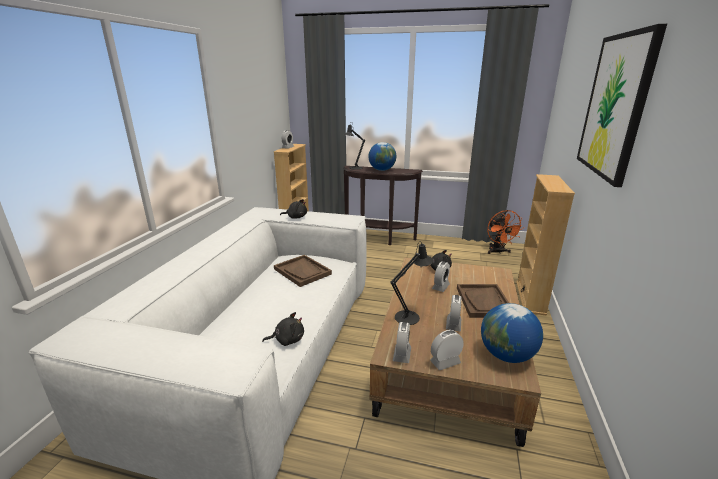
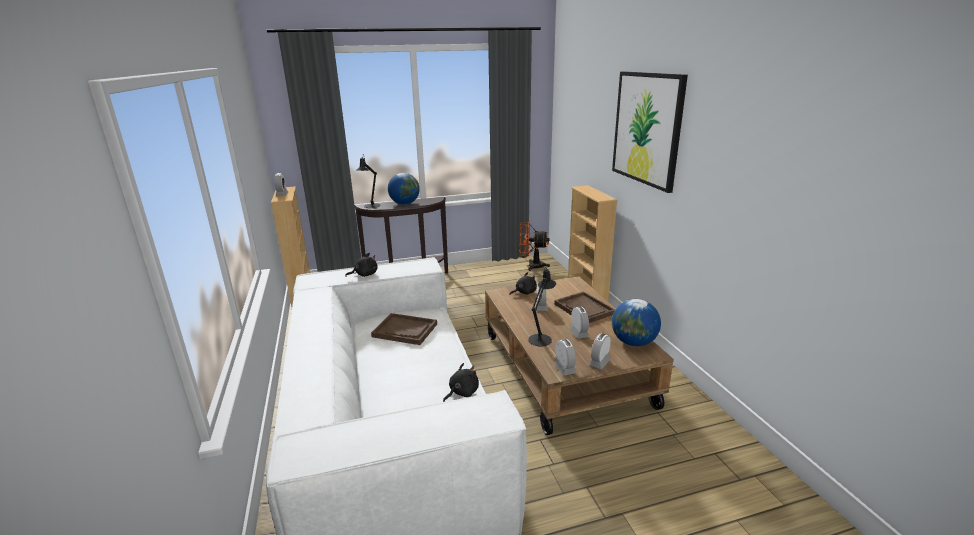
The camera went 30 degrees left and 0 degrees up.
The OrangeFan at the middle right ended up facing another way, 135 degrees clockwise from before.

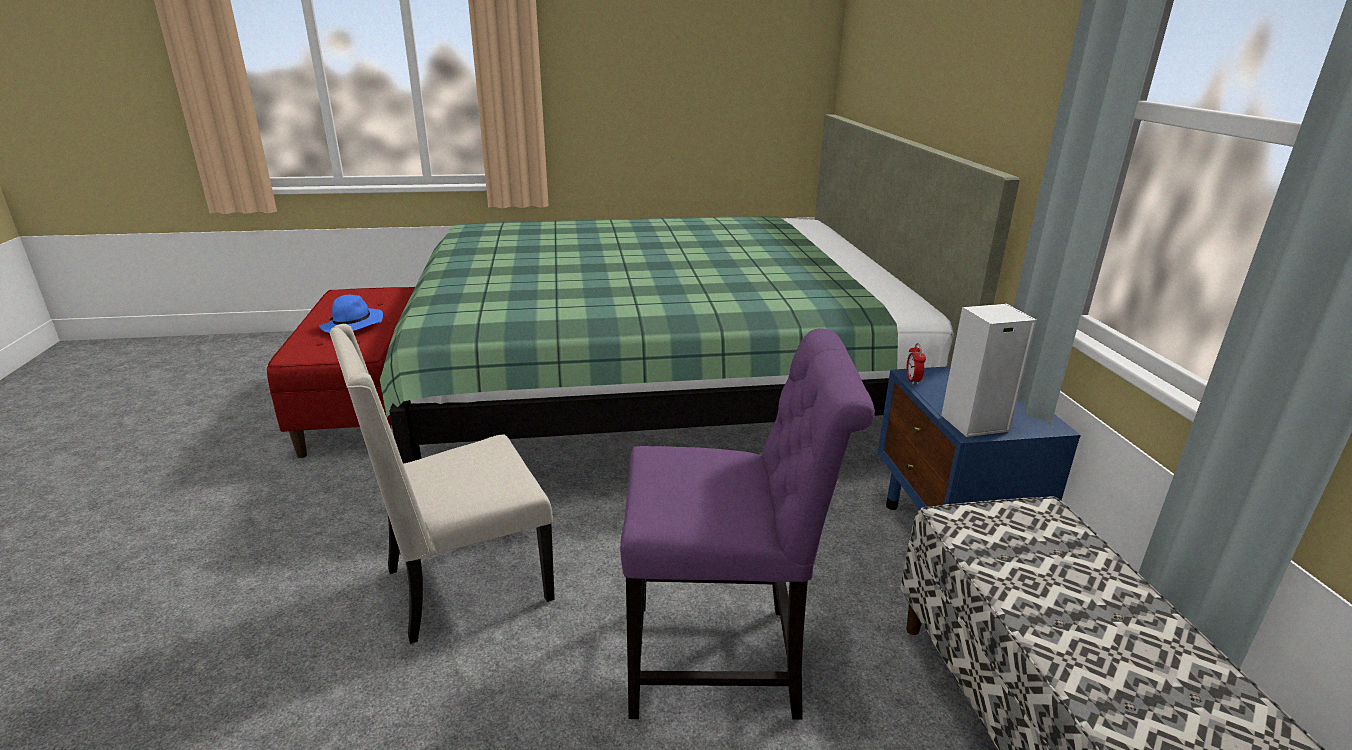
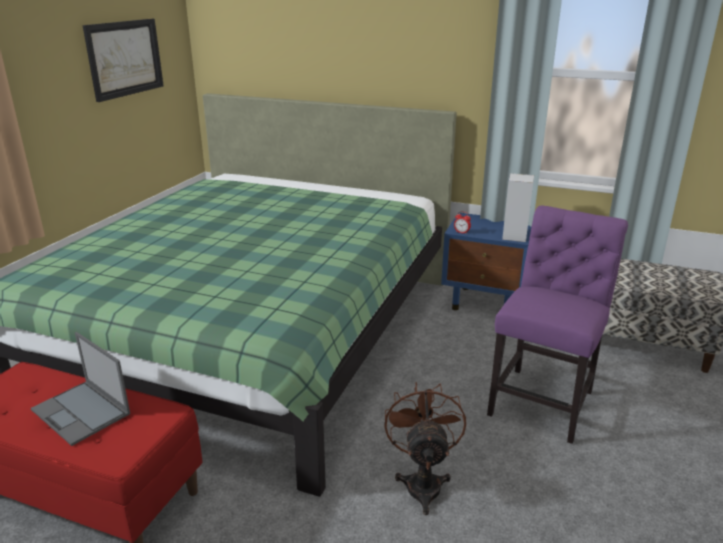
The camera went 60 degrees left and 0 degrees up.
Where the BlueHat stood at the middle left, the Laptop came to stand at the bottom left.
Where the BeigeChair stood at the middle left, the BrownFan came to stand at the bottom centre.
The second view gained the Picture at the top left.

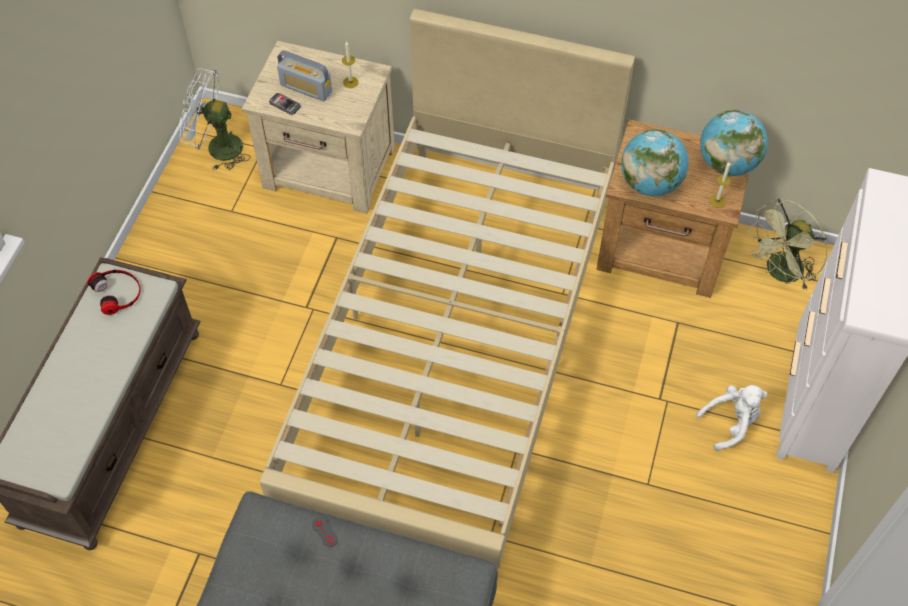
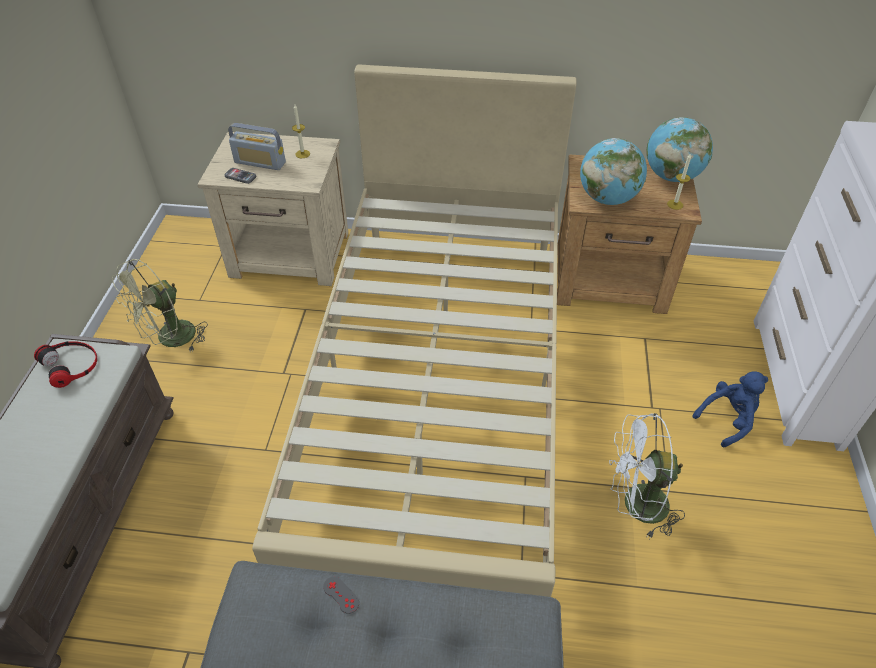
The camera went 10 degrees left and 10 degrees down.
The WhiteFan ended up elsewhere, having gone from the top left to the bottom right.
What was the WhitePlushToy at the bottom right turned into the BluePlushToy at the middle right.
The GreenFan ended up elsewhere, having gone from the middle right to the middle left.

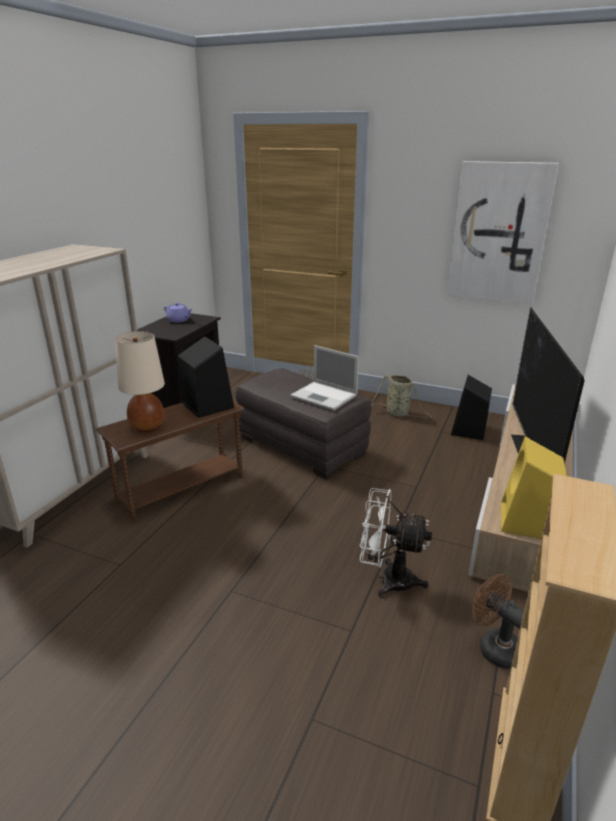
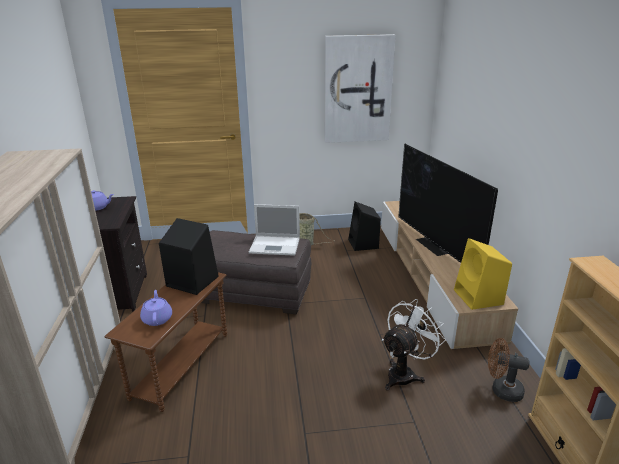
The camera went 30 degrees left and 0 degrees up.
Where the BeigeTableLamp stood at the middle left, the PurpleTeapot (2nd from left) came to stand at the middle left.
The WhiteFan at the centre ended up facing another way, 150 degrees clockwise from before.

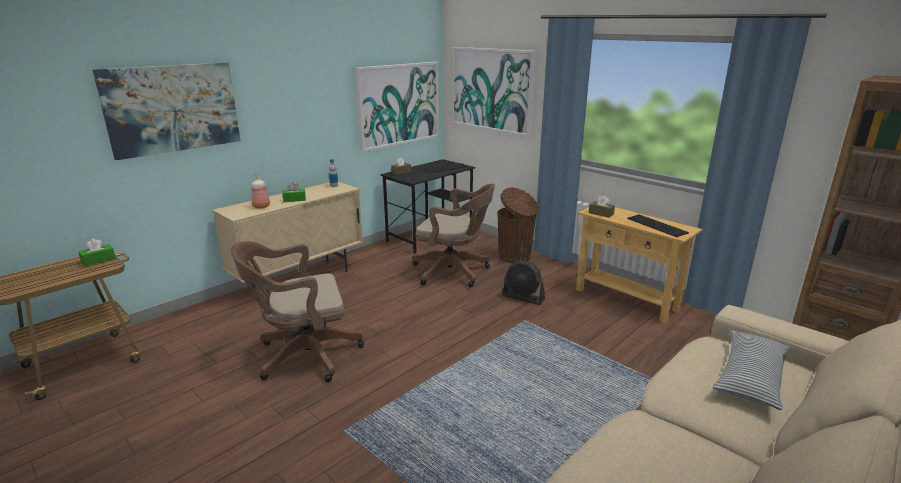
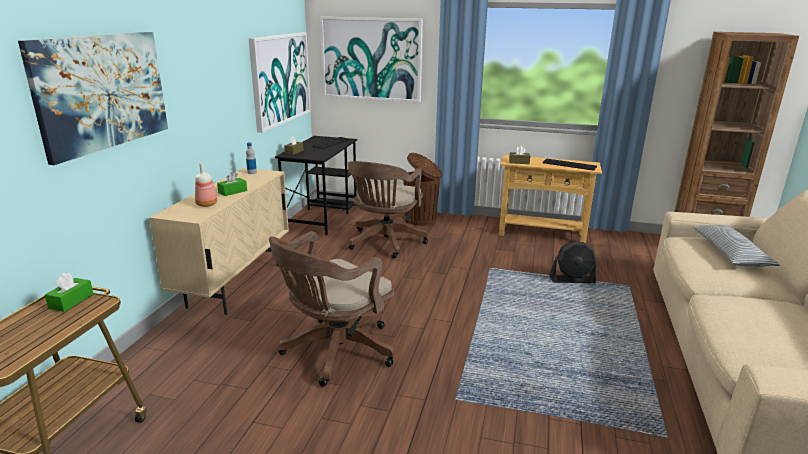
The camera went 30 degrees left and 0 degrees up.
The BrownOfficeChair (2nd from left) at the centre ended up facing another way, 120 degrees clockwise from before.
The BlackFan ended up elsewhere, having gone from the centre to the middle right.

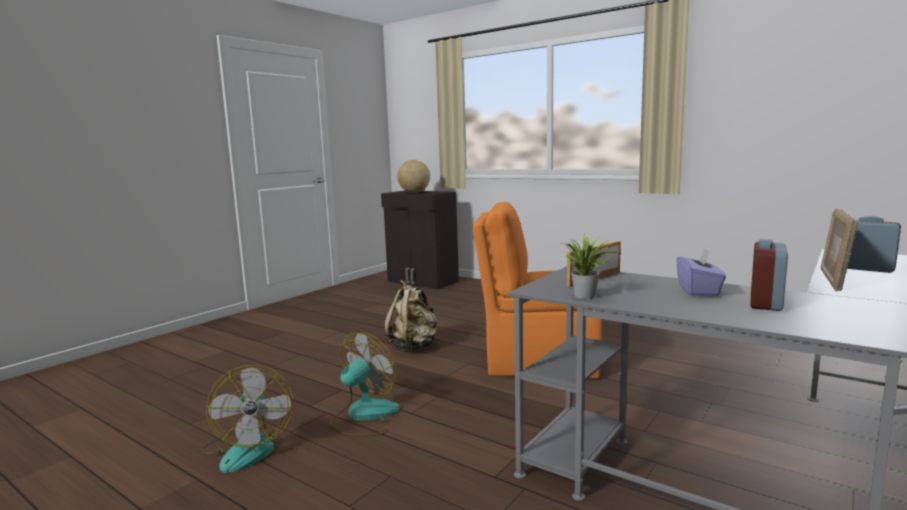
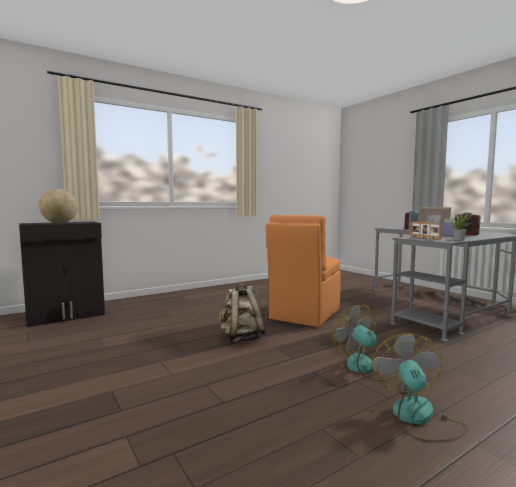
The camera went 70 degrees left and 5 degrees down.
The Fan (1st from left in the first image) at the bottom left ended up facing another way, 90 degrees counterclockwise from before.

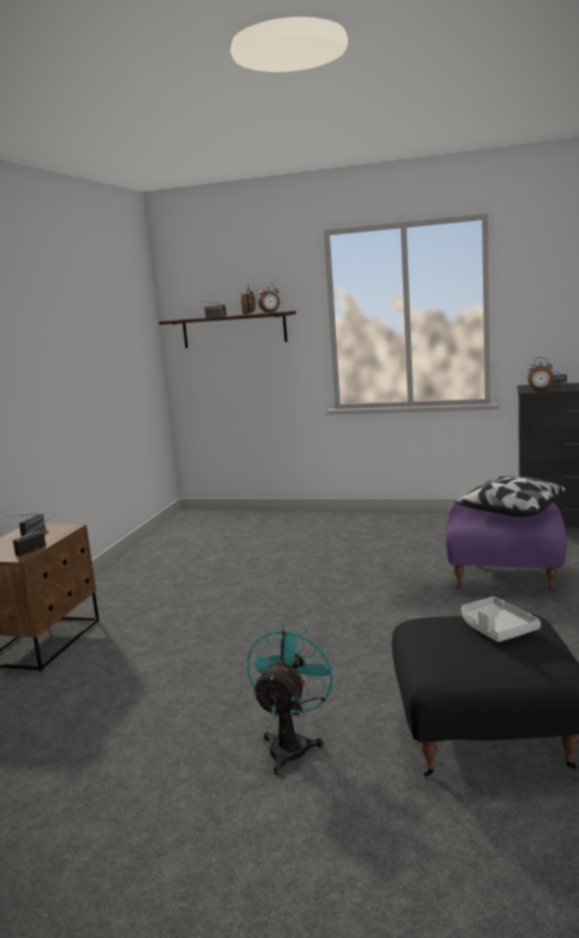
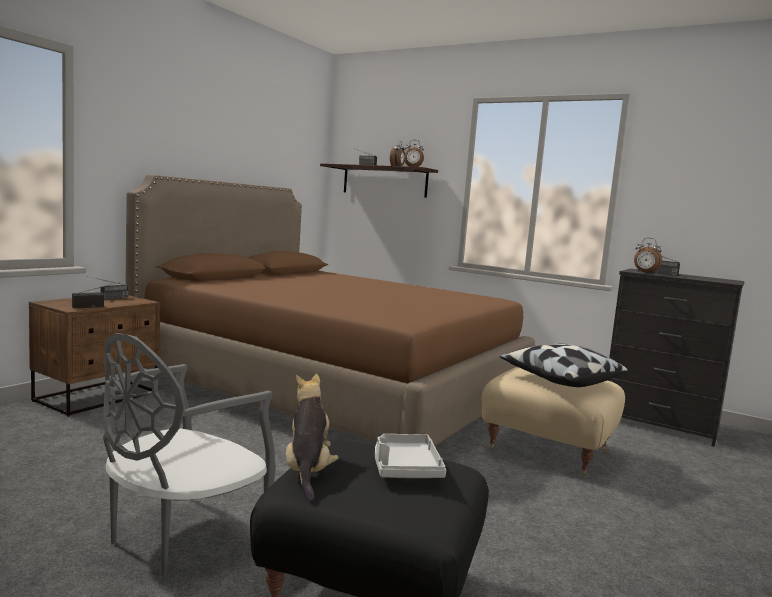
The camera went 15 degrees right and 5 degrees down.
Where the TurquoiseFan stood at the bottom centre, the GreyChair came to stand at the bottom left.
What was the PurpleOttoman at the middle right turned into the BeigeOttoman at the bottom right.
The second view gained the BrownBed at the centre.
The second view gained the PlushToy at the bottom centre.

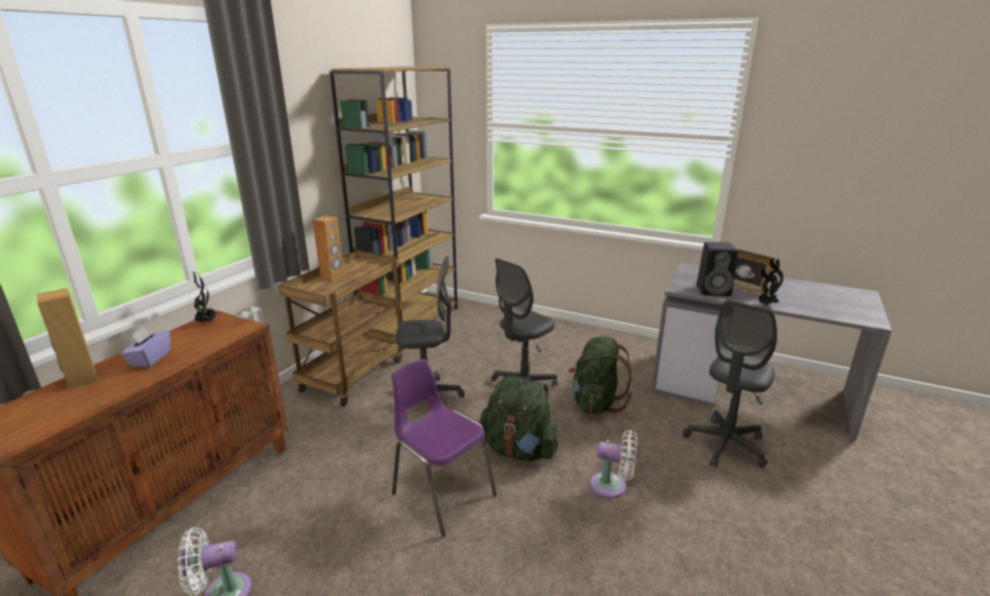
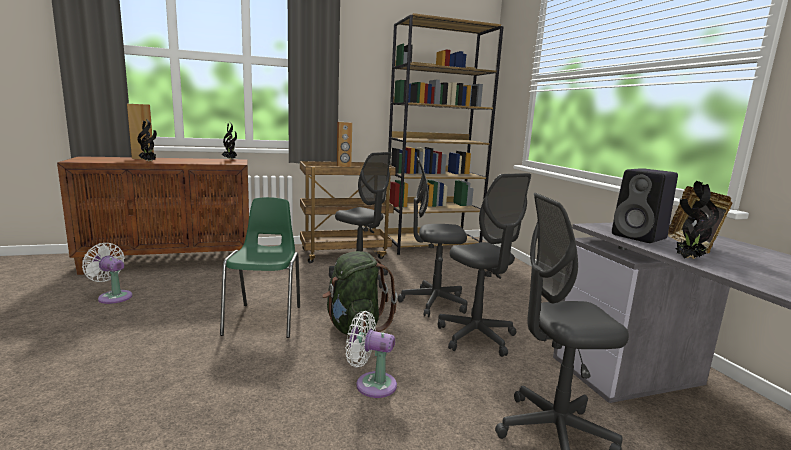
The camera went 45 degrees right and 10 degrees down.
The second view lost the PurpleTissueBox at the middle left.
What was the PurpleChair at the bottom centre turned into the GreenChair at the middle left.
Where the GreenBackpack (2nd from left) stood at the centre, the GreyOfficeChair (3rd from left) came to stand at the centre.
The WhiteFan (2nd from left) at the bottom centre ended up facing another way, 135 degrees clockwise from before.
The second view gained the PottedPlant (1st from left) at the top left.

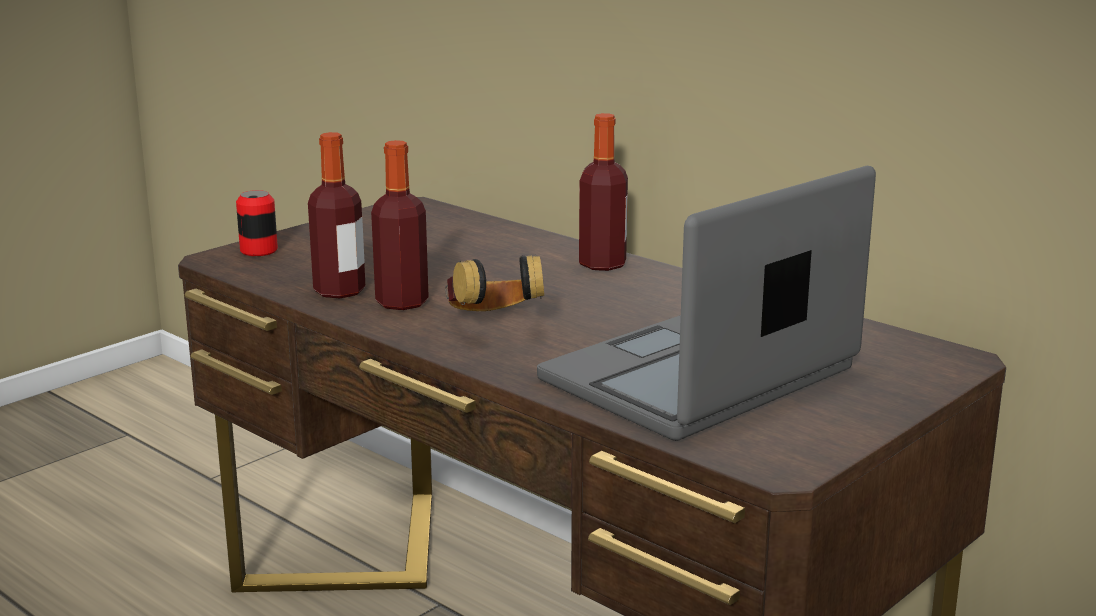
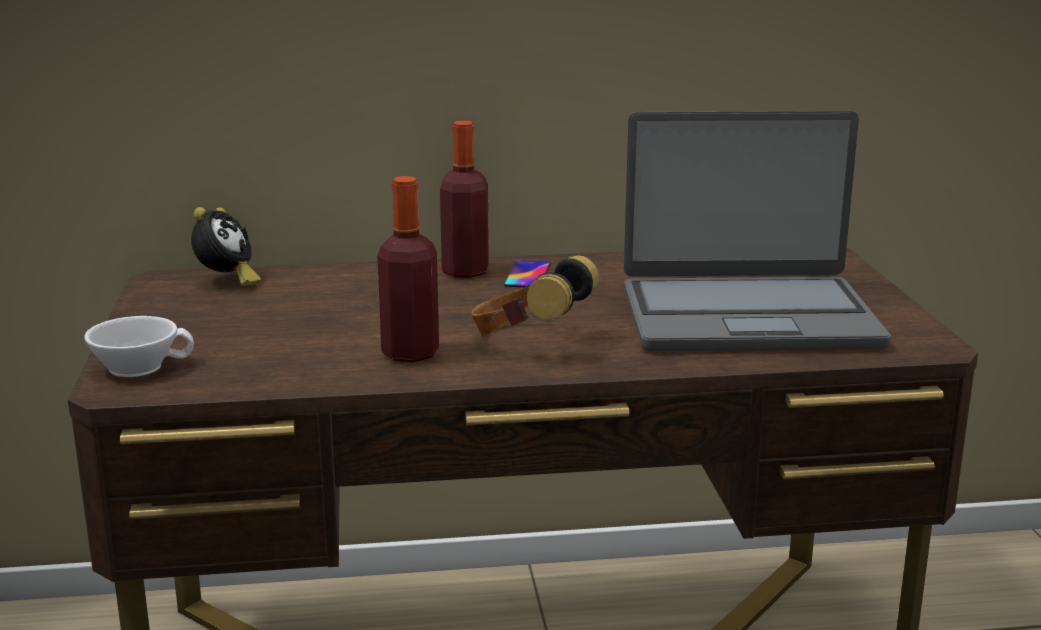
The camera went 50 degrees left and 0 degrees up.
Where the Can stood at the middle left, the WhiteCup came to stand at the middle left.
The second view lost the Bottle (1st from left) at the middle left.
The Laptop at the centre ended up facing another way, 90 degrees counterclockwise from before.
The second view gained the AlarmClock at the middle left.
The second view gained the Phone at the centre.

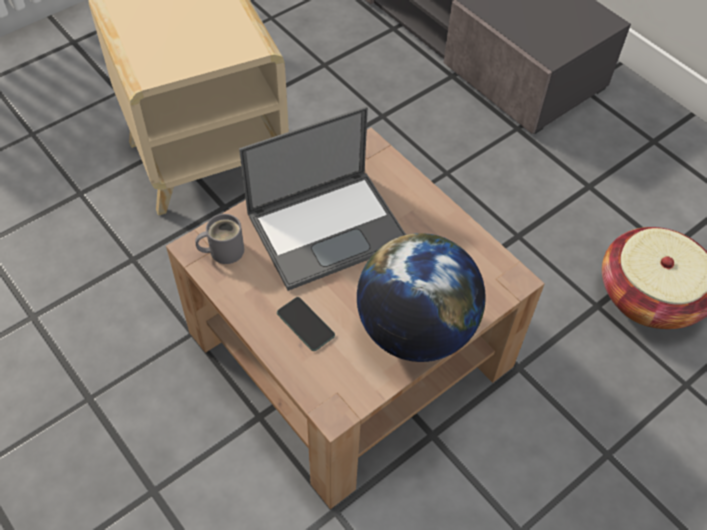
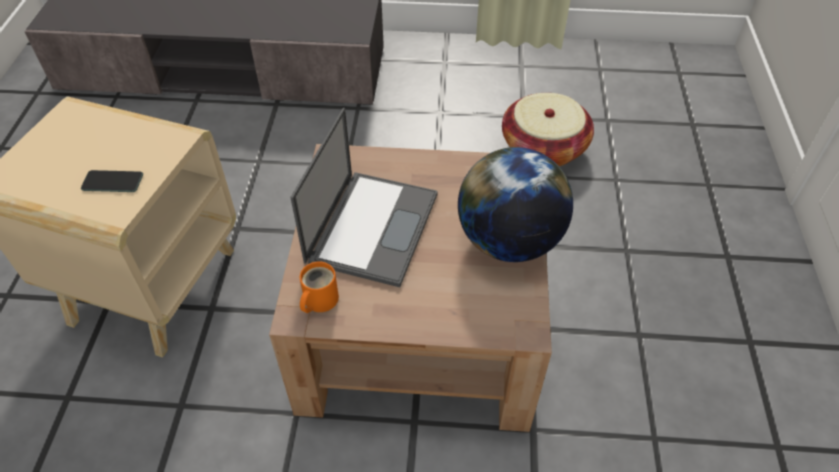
The camera went 45 degrees left and 5 degrees down.
What was the GreyMug at the middle left turned into the OrangeMug at the centre.
The Phone ended up elsewhere, having gone from the centre to the middle left.

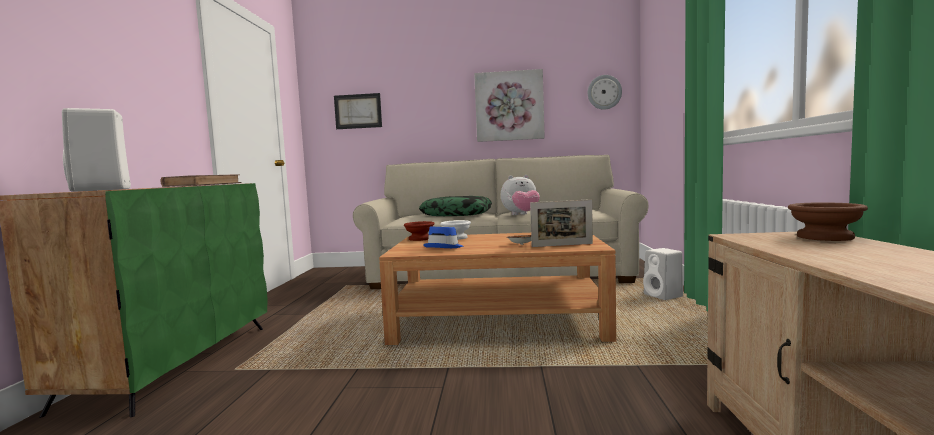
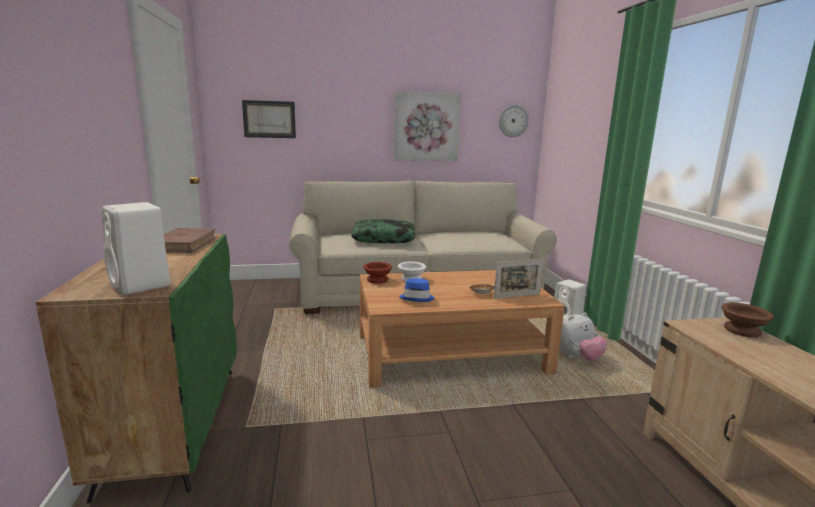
The camera went 15 degrees left and 10 degrees up.
The PlushToy ended up elsewhere, having gone from the centre to the middle right.

